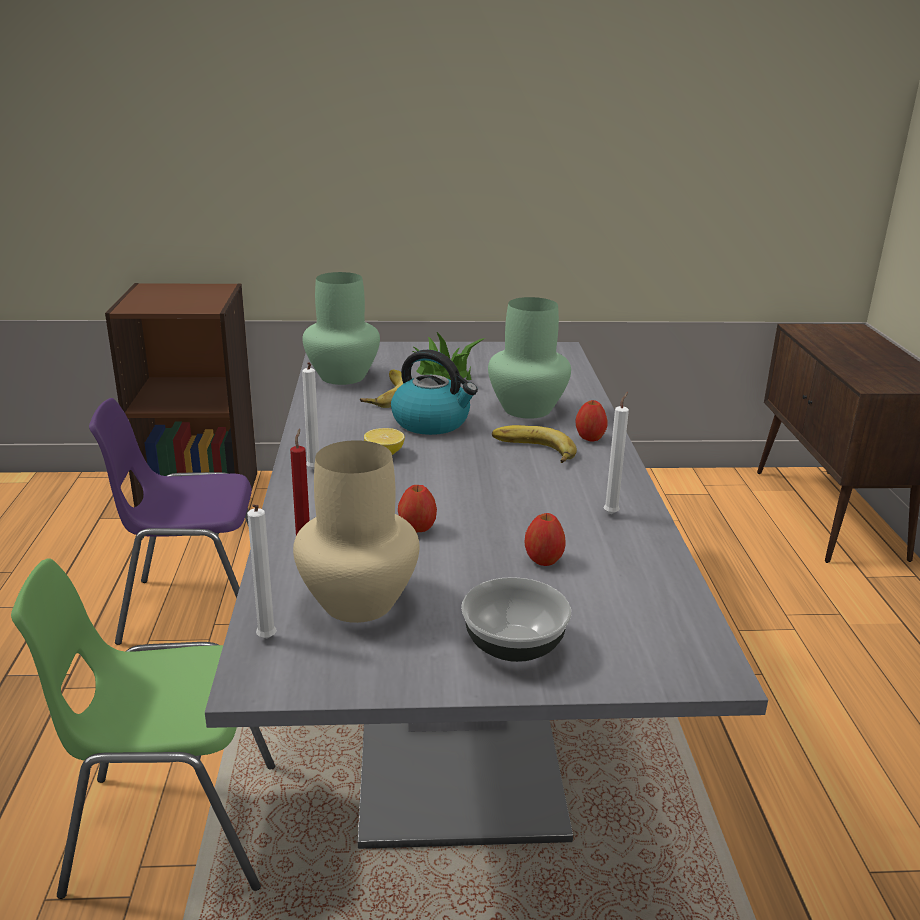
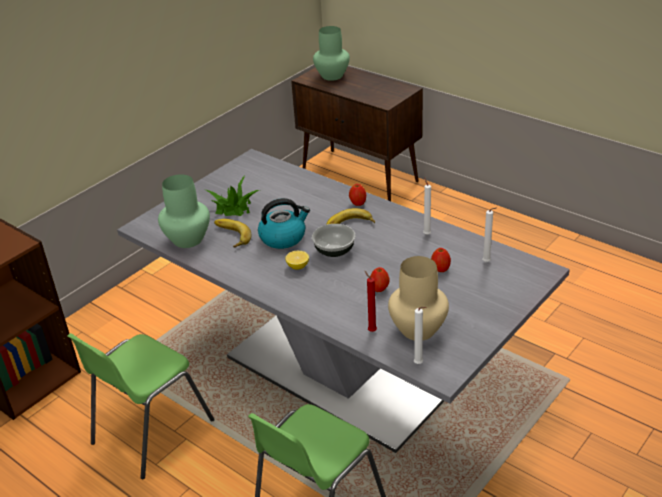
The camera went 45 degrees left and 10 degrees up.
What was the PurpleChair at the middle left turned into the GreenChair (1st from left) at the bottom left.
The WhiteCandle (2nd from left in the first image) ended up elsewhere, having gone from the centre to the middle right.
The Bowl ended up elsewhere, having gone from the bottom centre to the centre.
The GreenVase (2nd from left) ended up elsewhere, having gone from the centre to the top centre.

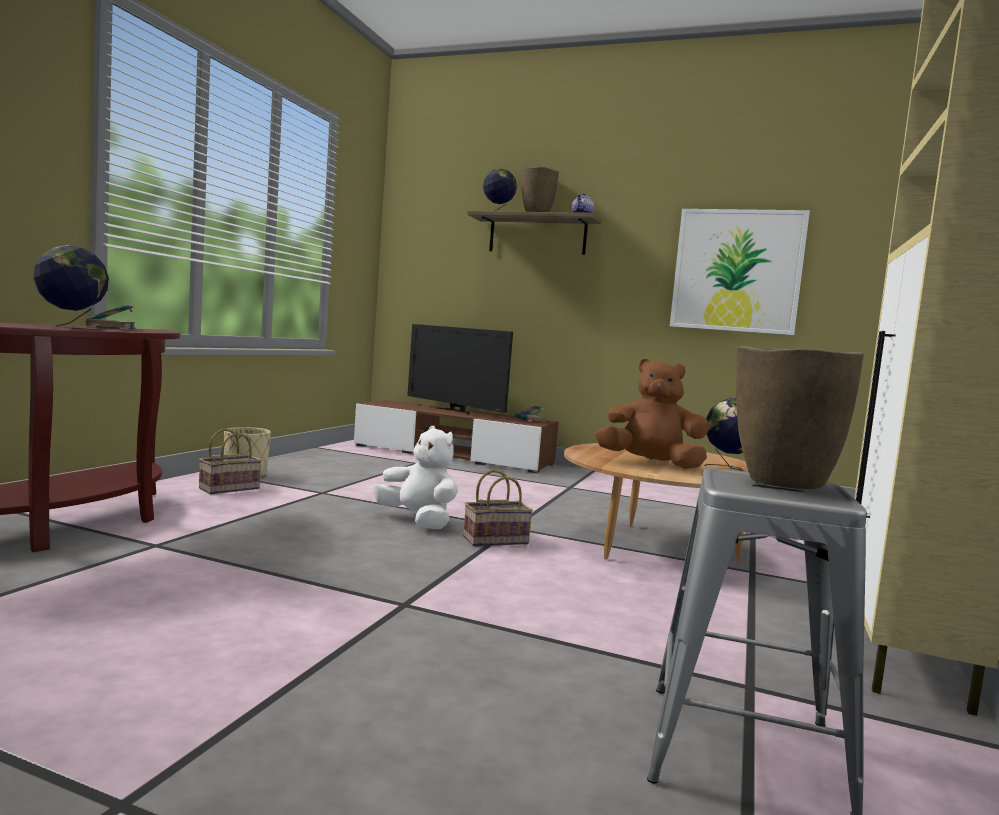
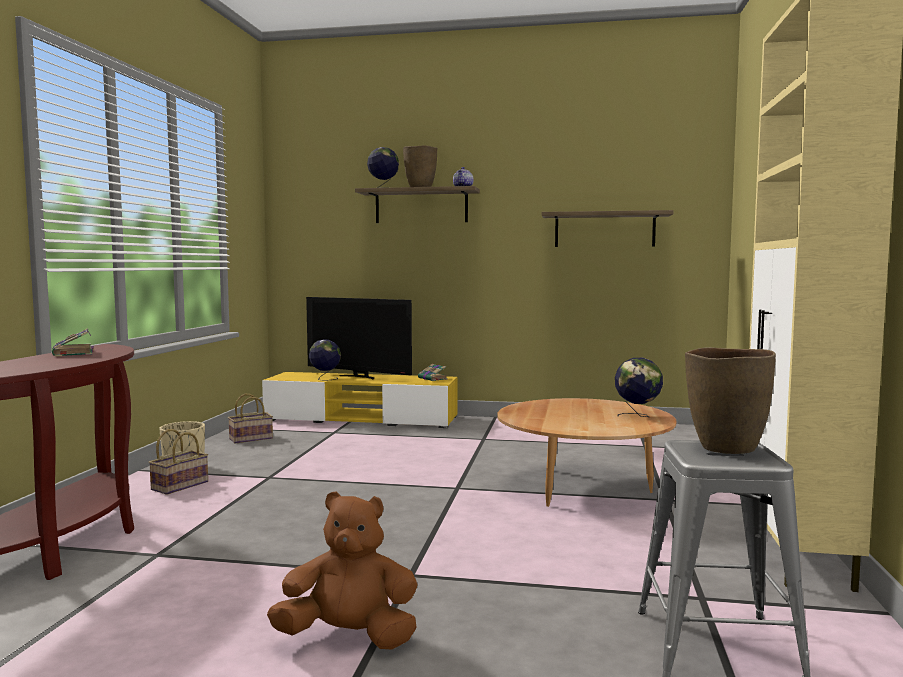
The camera went 10 degrees left and 0 degrees up.
The Globe (1st from left) ended up elsewhere, having gone from the middle left to the centre.
What was the BrownTvStand at the centre turned into the YellowTvStand at the centre.
The second view lost the WhitePlushToy at the centre.
The Basket (2nd from left) ended up elsewhere, having gone from the centre to the middle left.
The BrownPlushToy ended up elsewhere, having gone from the centre to the bottom centre.
Where the Picture hung at the middle right, the Shelf (2nd from left) came to hang at the middle right.

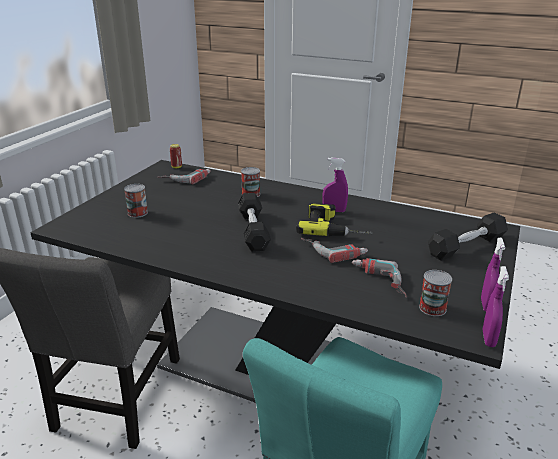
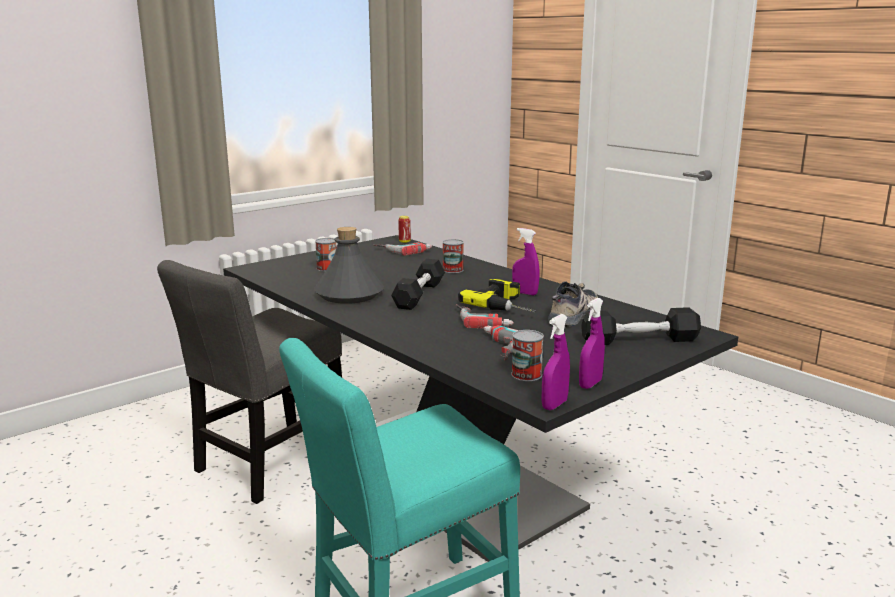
The camera went 25 degrees right and 10 degrees down.
The second view gained the GreyBottle at the centre.
The second view gained the Shoe at the centre.

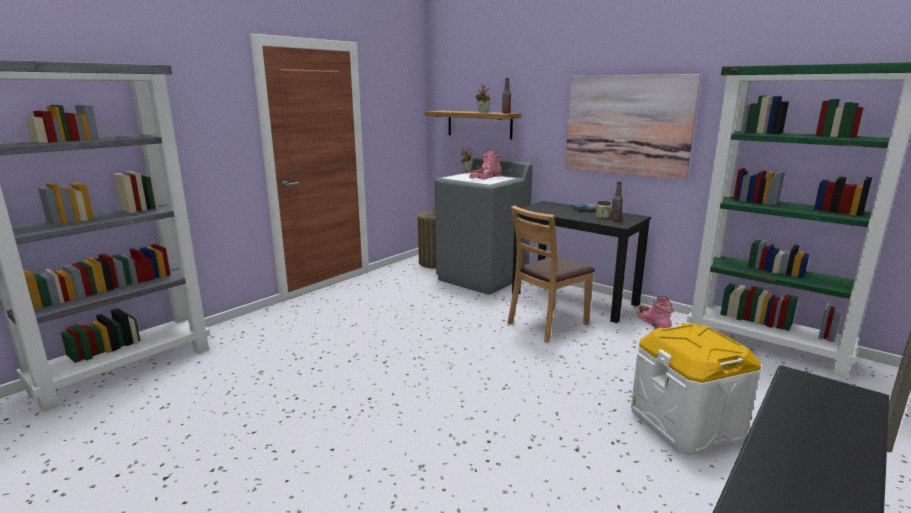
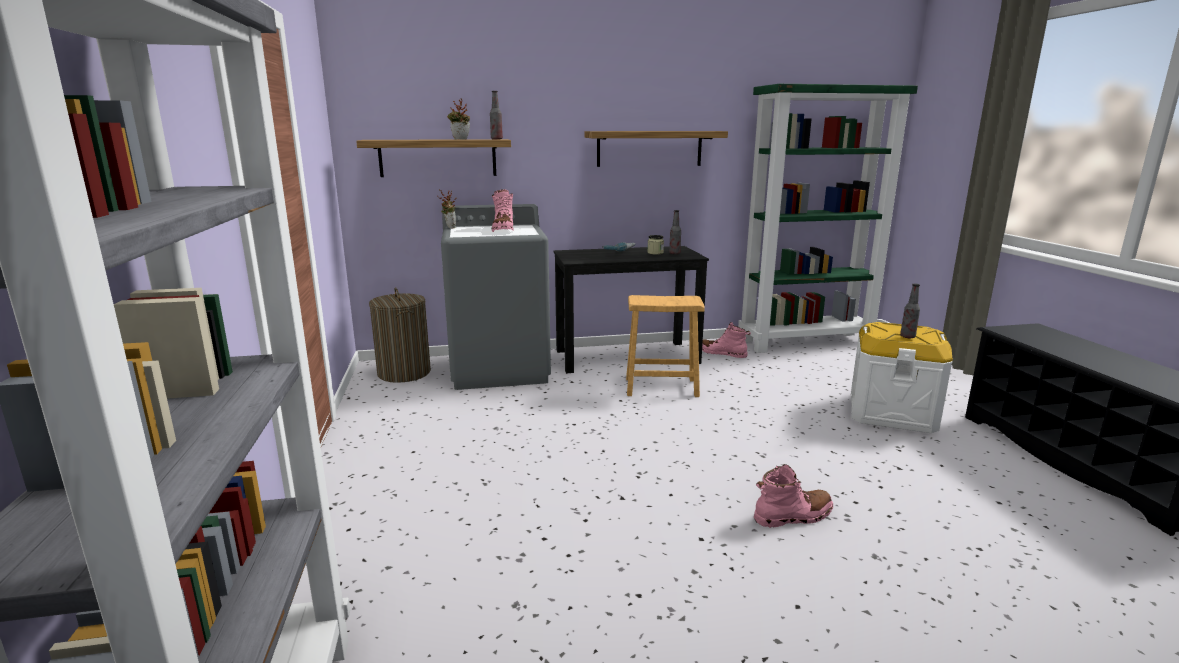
The camera went 50 degrees left and 0 degrees up.
Where the BrownChair stood at the centre, the BrownStool came to stand at the centre.
Where the Picture hung at the top right, the Shelf (2nd from left) came to hang at the top centre.
The second view gained the PinkBoot (3rd from left) at the bottom right.
The second view gained the Bottle (3rd from left) at the middle right.

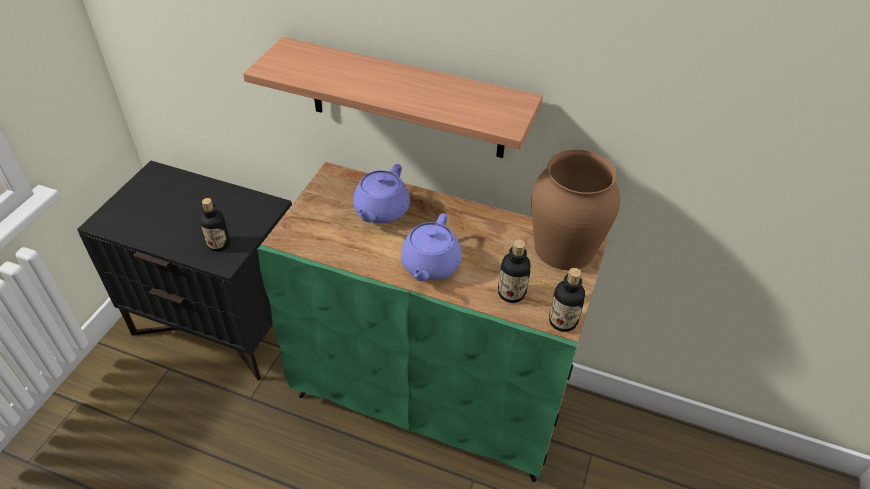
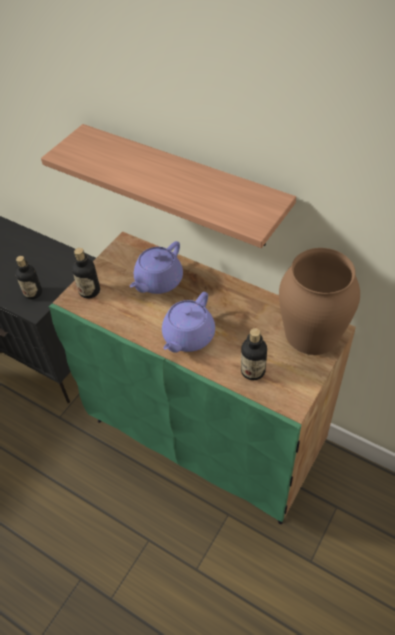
The camera went 15 degrees right and 5 degrees up.
The Bottle (3rd from left in the first image) ended up elsewhere, having gone from the centre to the middle left.

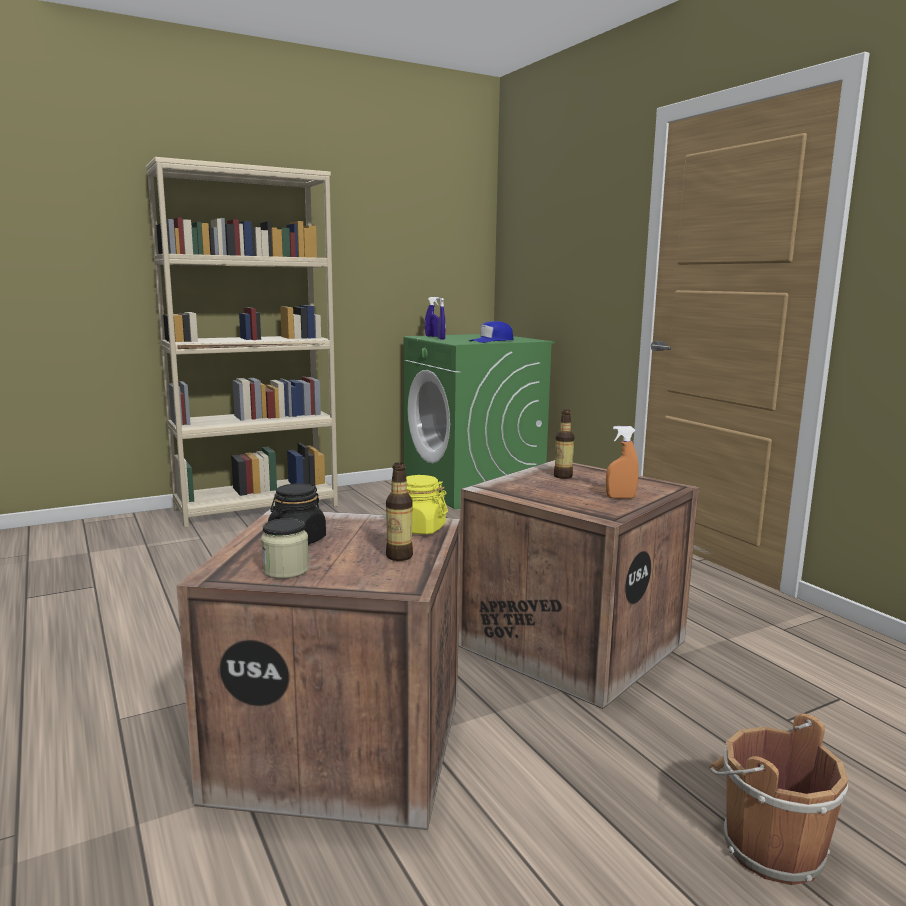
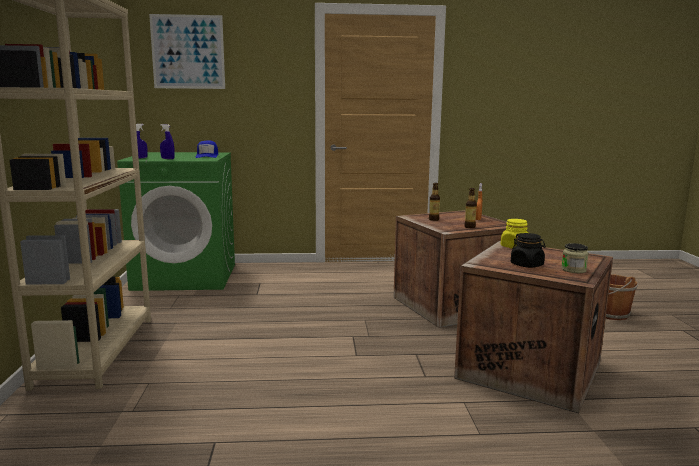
The camera went 65 degrees left and 0 degrees up.
The Bottle (1st from left in the first image) ended up elsewhere, having gone from the centre to the middle right.
The second view gained the Picture at the top left.

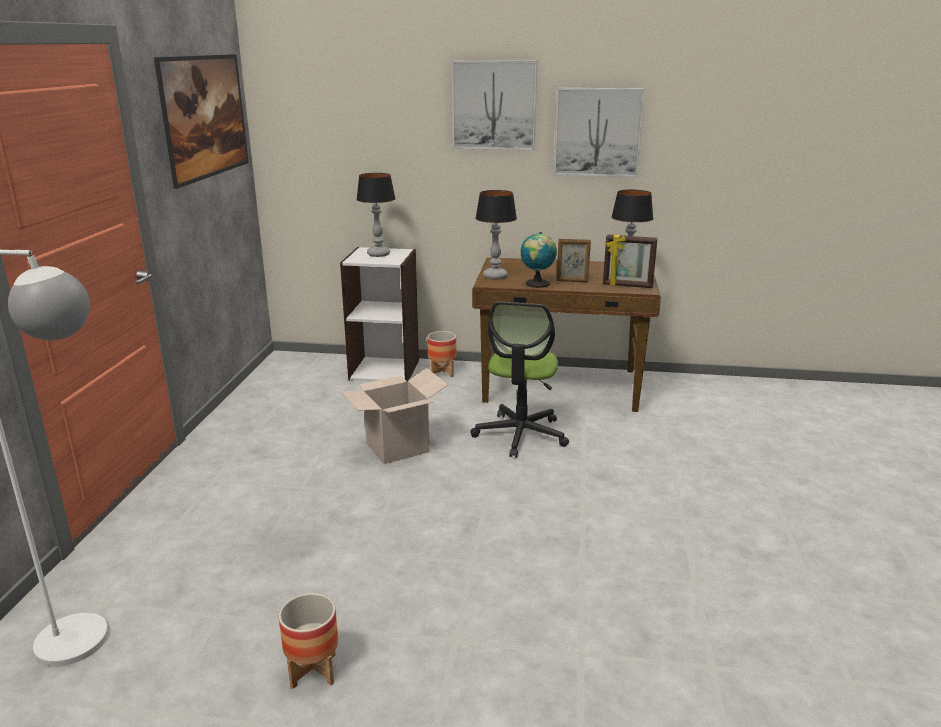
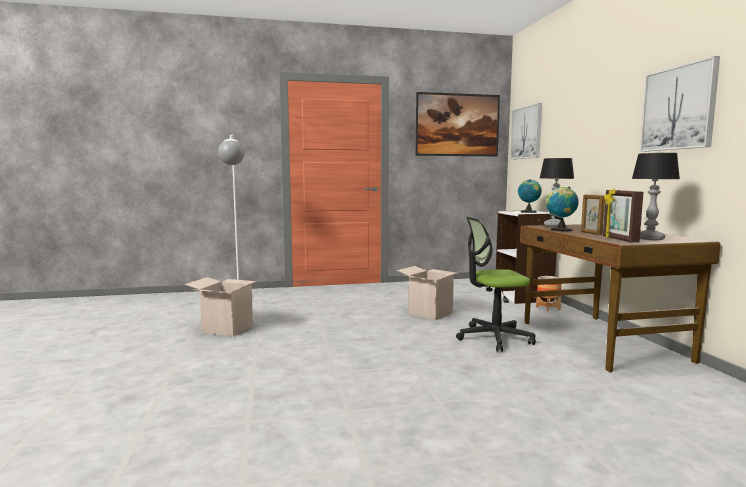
The camera went 70 degrees right and 15 degrees down.
Where the Planter (1st from left) stood at the bottom left, the CardboardBox (1st from left) came to stand at the middle left.
Where the TableLamp (1st from left) stood at the top centre, the Globe (1st from left) came to stand at the middle right.
The Picture (2nd from left) ended up elsewhere, having gone from the top centre to the top right.

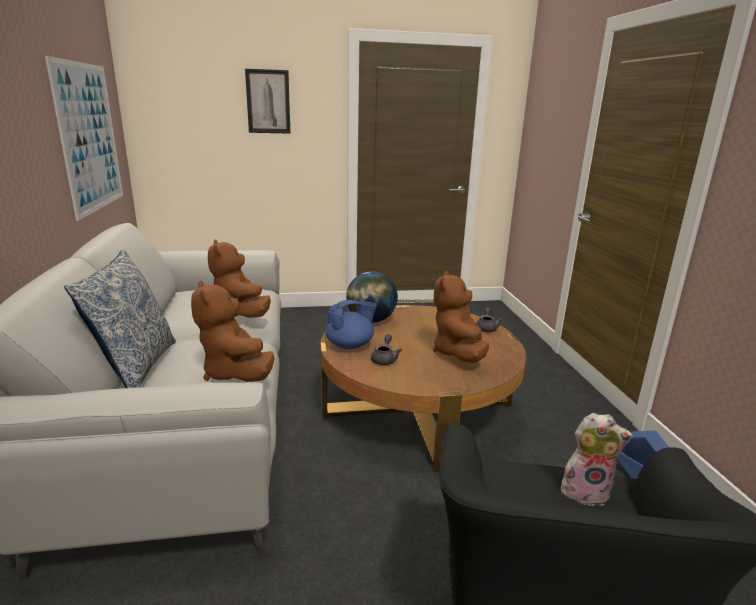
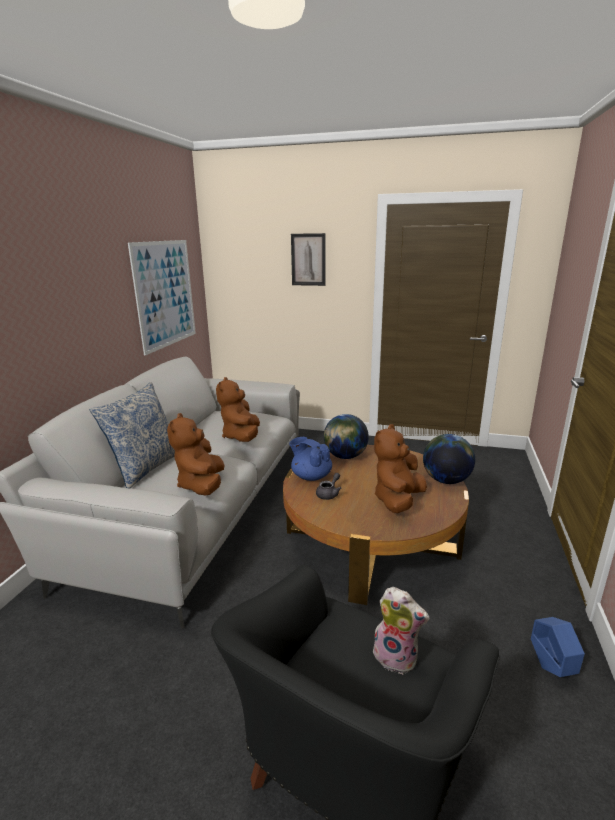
The camera went 25 degrees right and 0 degrees up.
The BlueTeapot at the centre ended up facing another way, 135 degrees counterclockwise from before.
Where the GreyTeapot (2nd from left) stood at the centre, the Globe (2nd from left) came to stand at the middle right.

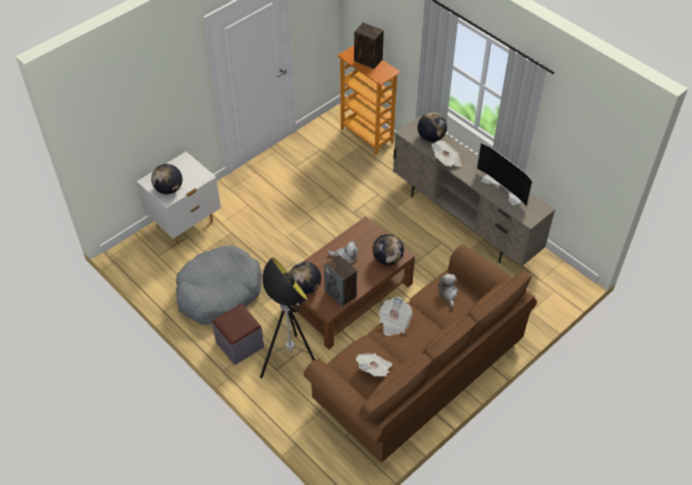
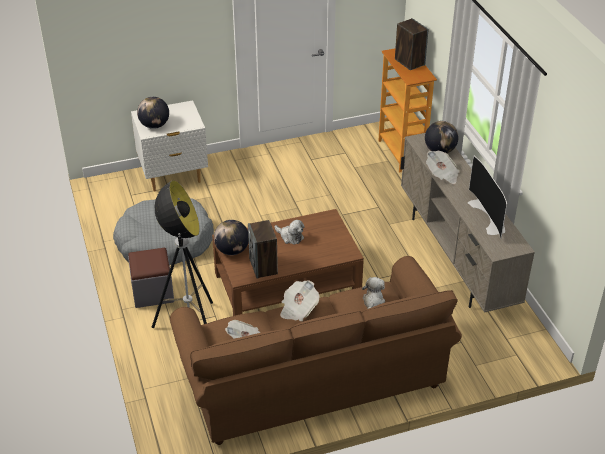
The camera went 25 degrees right and 10 degrees down.
The second view lost the Globe (3rd from left) at the centre.

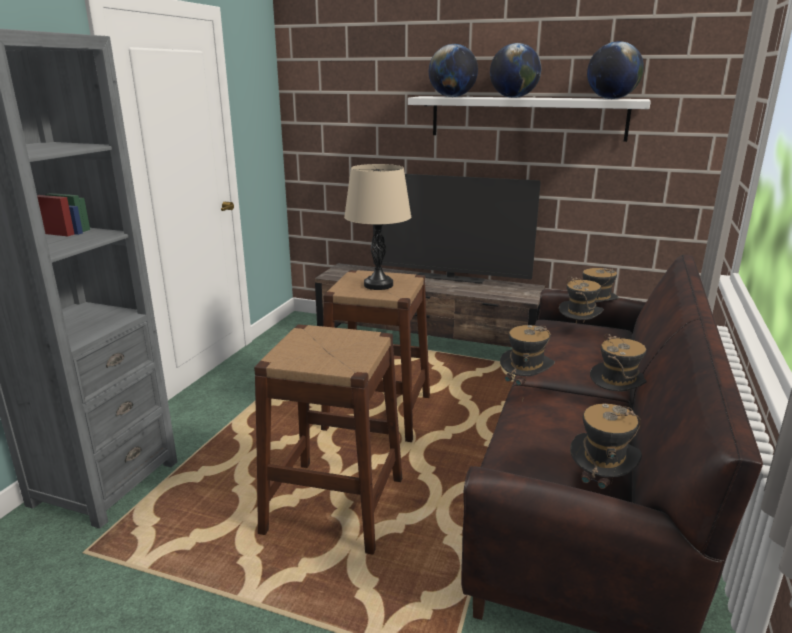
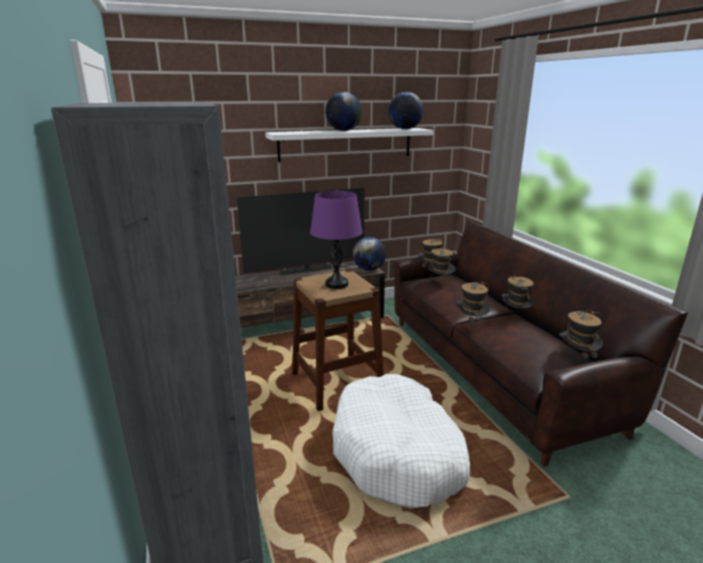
The camera went 40 degrees left and 0 degrees up.
Where the BrownStool (1st from left) stood at the bottom centre, the WhiteDogBed came to stand at the bottom centre.
What was the BeigeTableLamp at the centre turned into the PurpleTableLamp at the centre.
The Globe (1st from left in the first image) ended up elsewhere, having gone from the top centre to the centre.

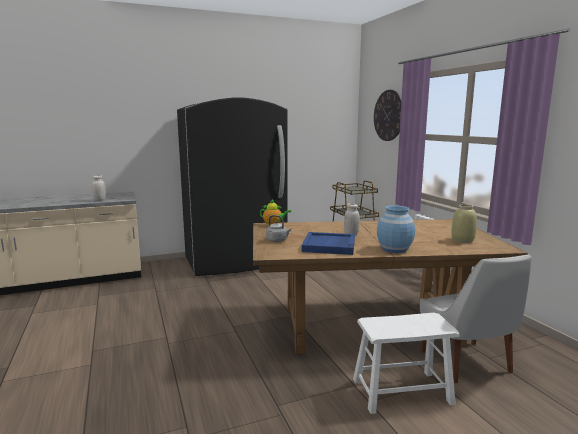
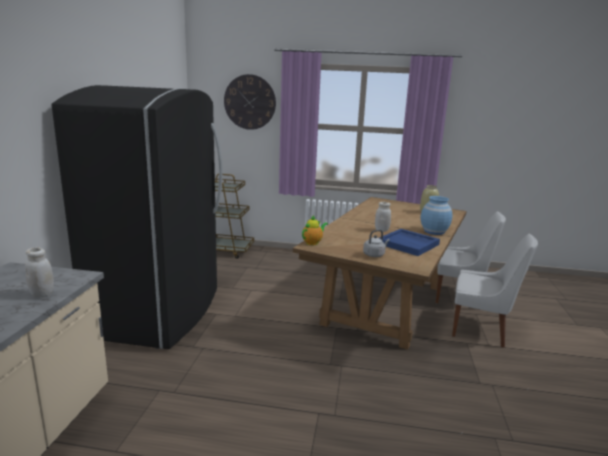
The camera went 60 degrees left and 5 degrees up.
Where the WhiteStool stood at the bottom right, the WhiteChair (2nd from left) came to stand at the middle right.

